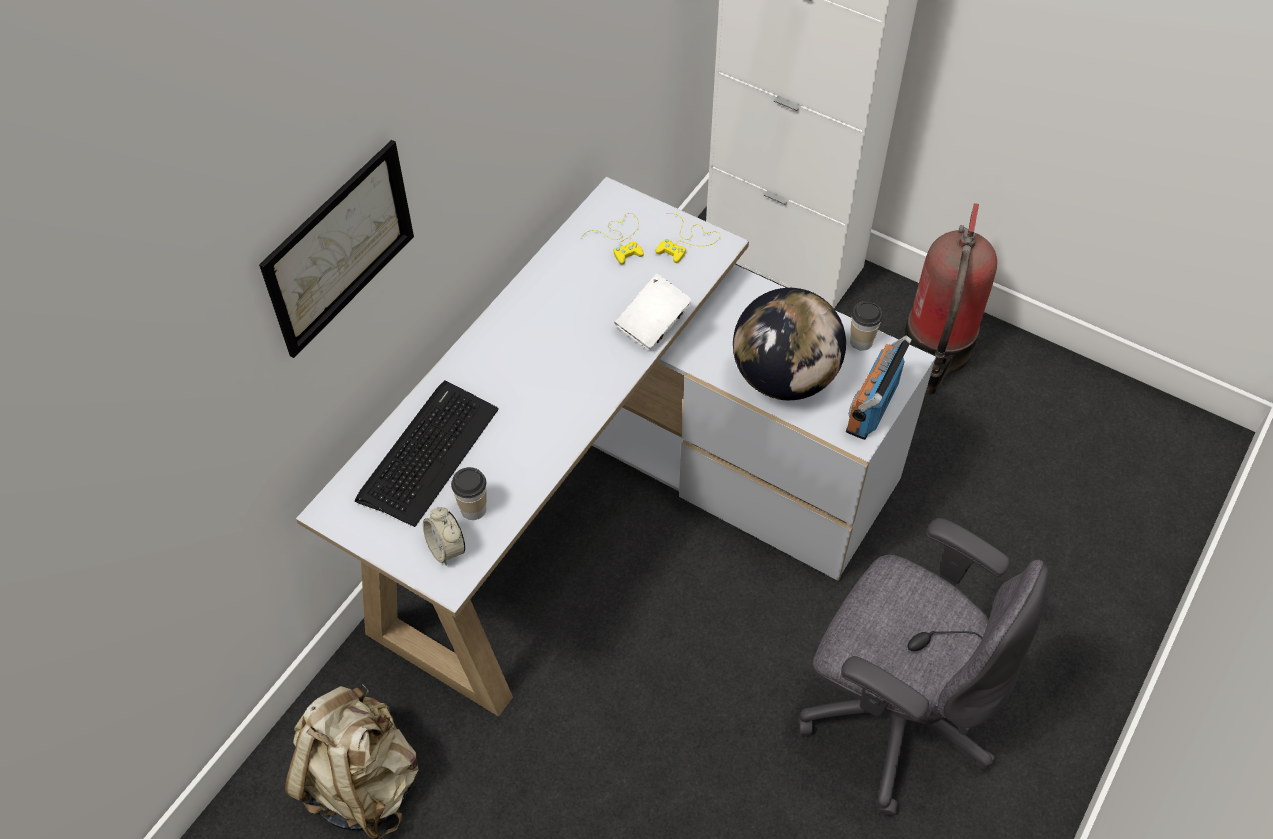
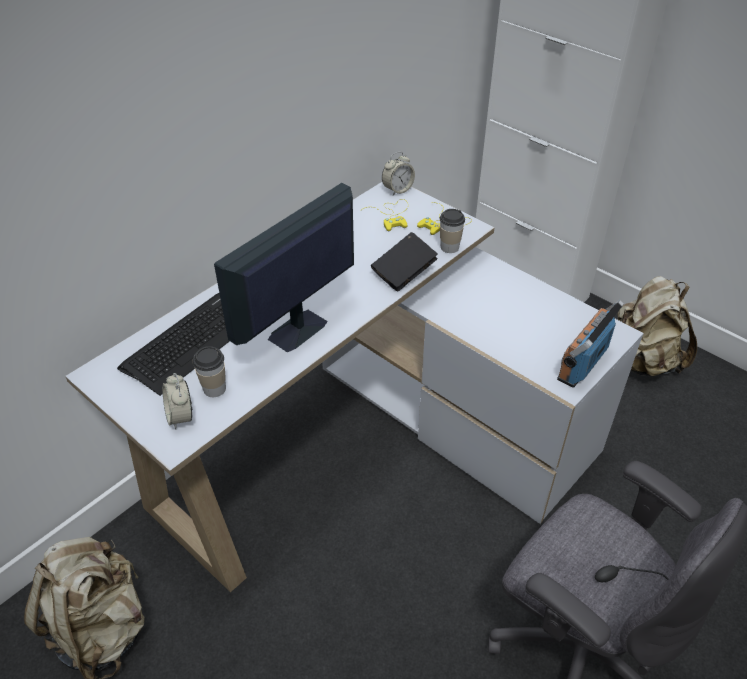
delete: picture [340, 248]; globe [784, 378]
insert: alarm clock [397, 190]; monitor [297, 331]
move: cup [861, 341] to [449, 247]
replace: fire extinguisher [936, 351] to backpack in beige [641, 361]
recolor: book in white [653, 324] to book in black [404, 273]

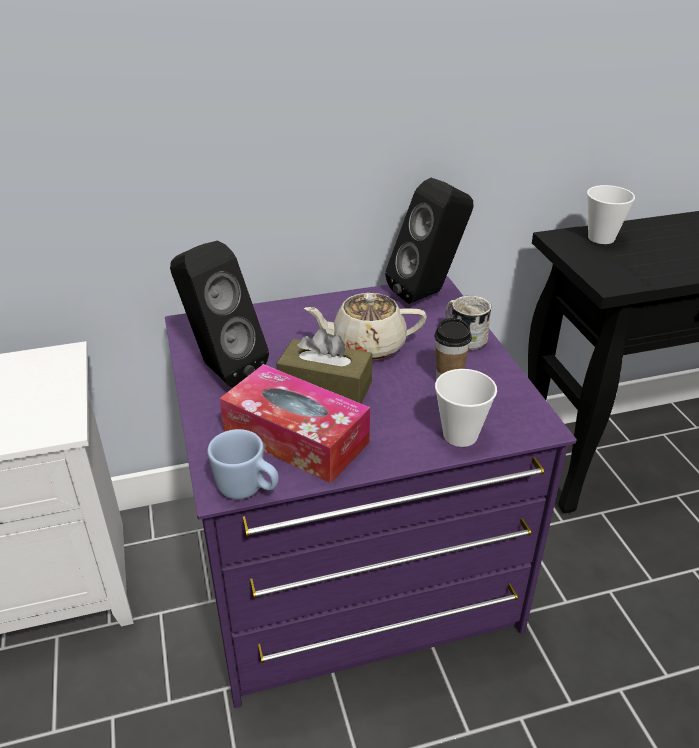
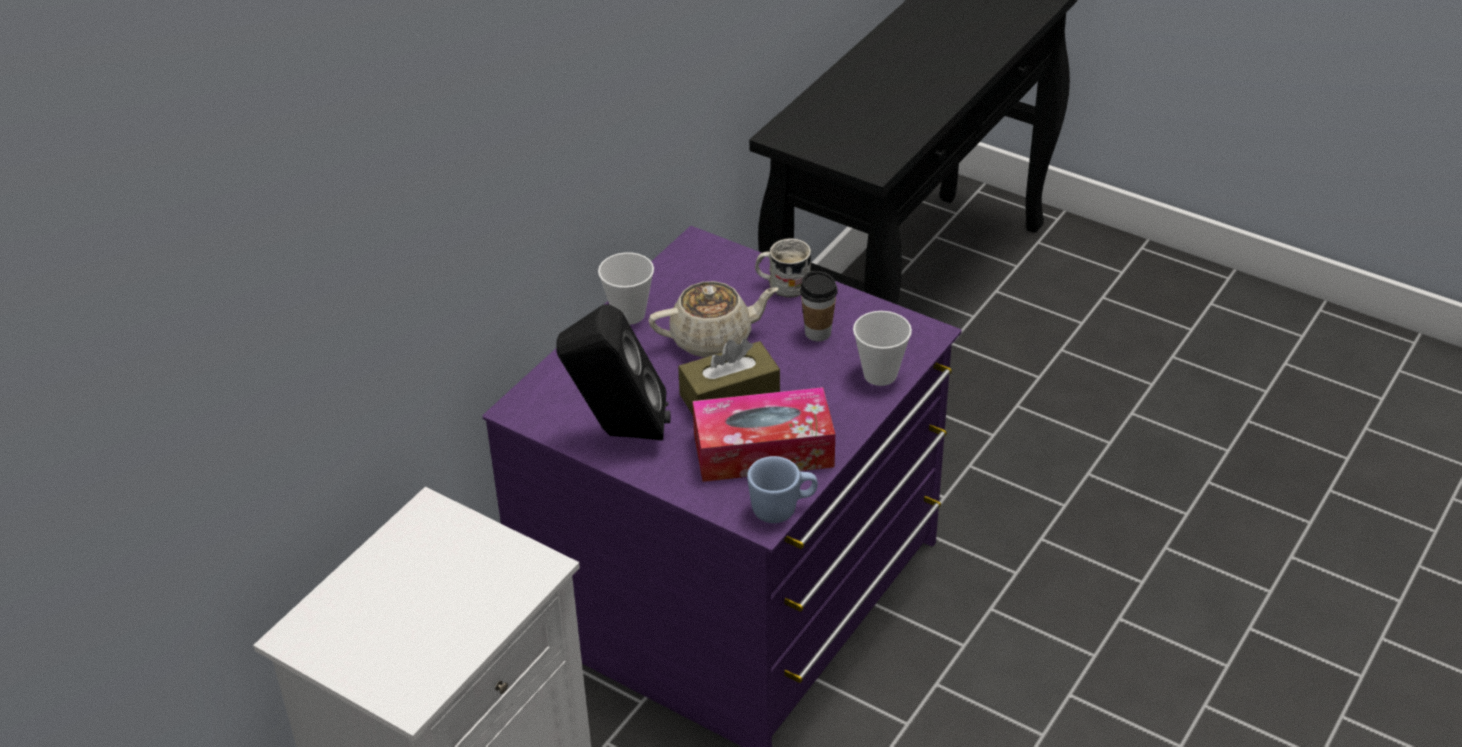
delete: speaker in black [428, 293]
move: cup [601, 238] to [629, 314]
rotate: teapot in beige [366, 346] = [713, 339] 150 degrees counterclockwise

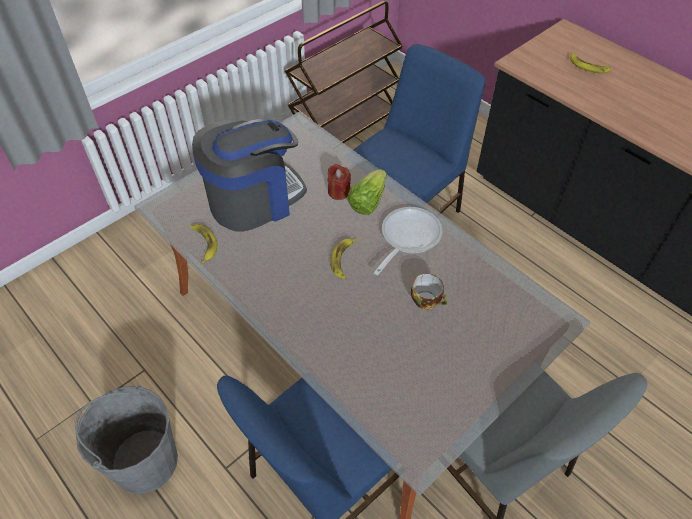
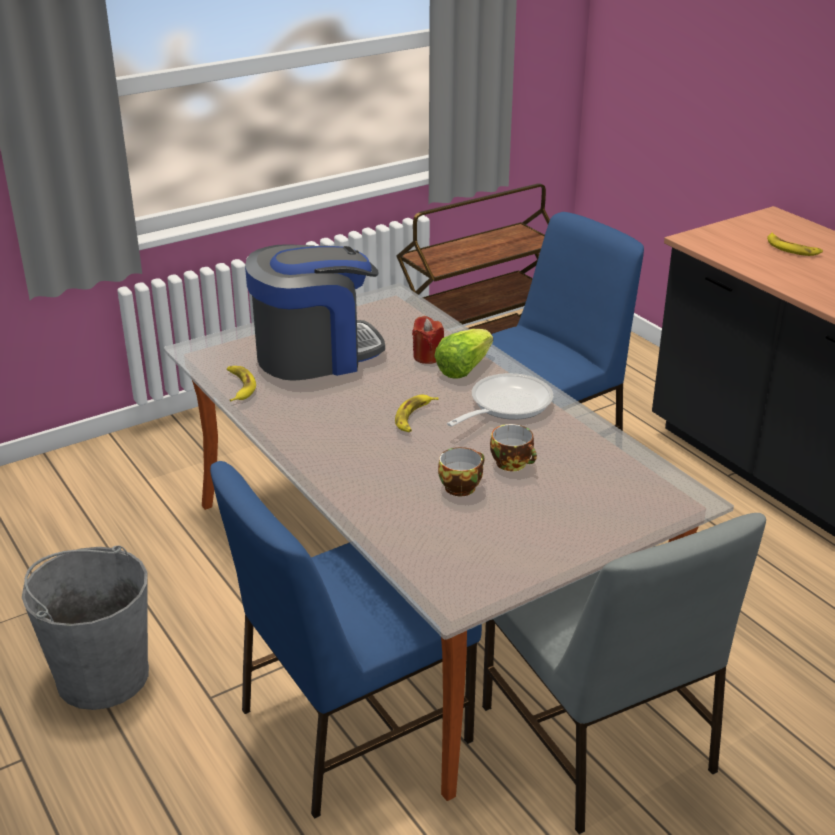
insert: cup [461, 486]

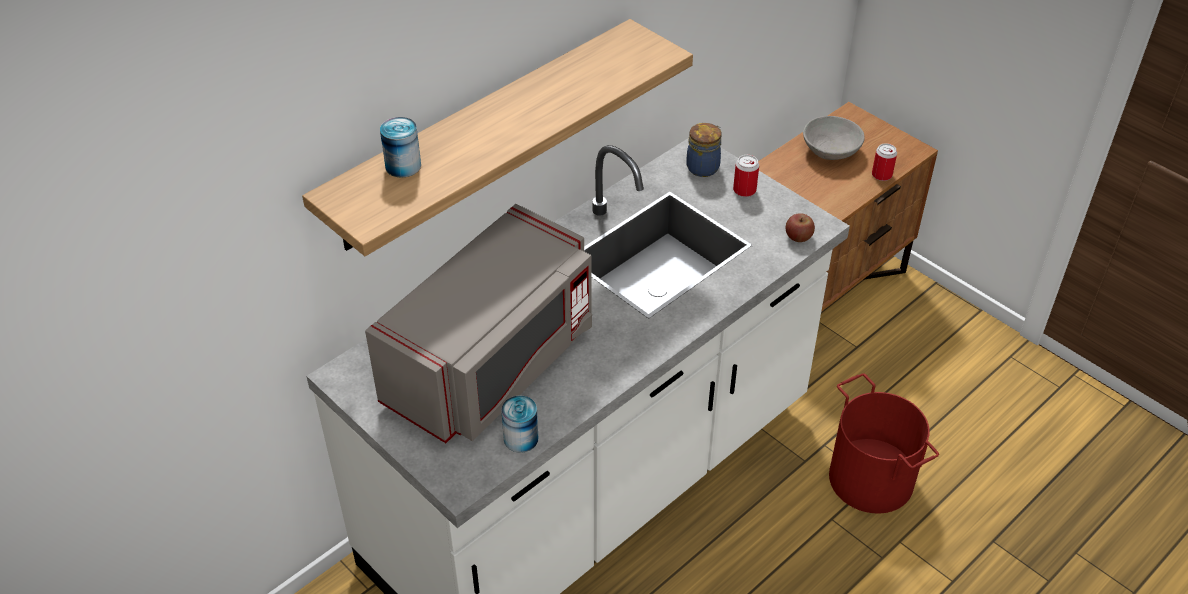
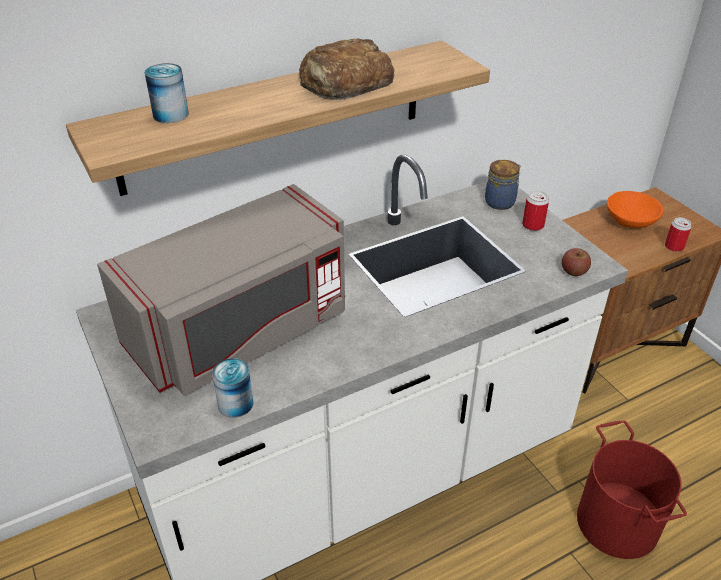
insert: bread [344, 82]
recolor: bowl in grey [830, 151] to bowl in orange [630, 221]

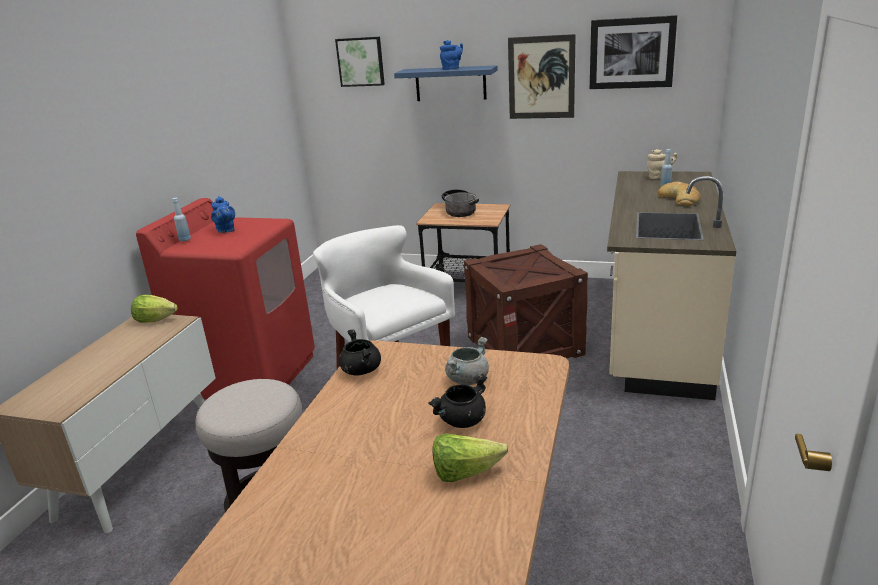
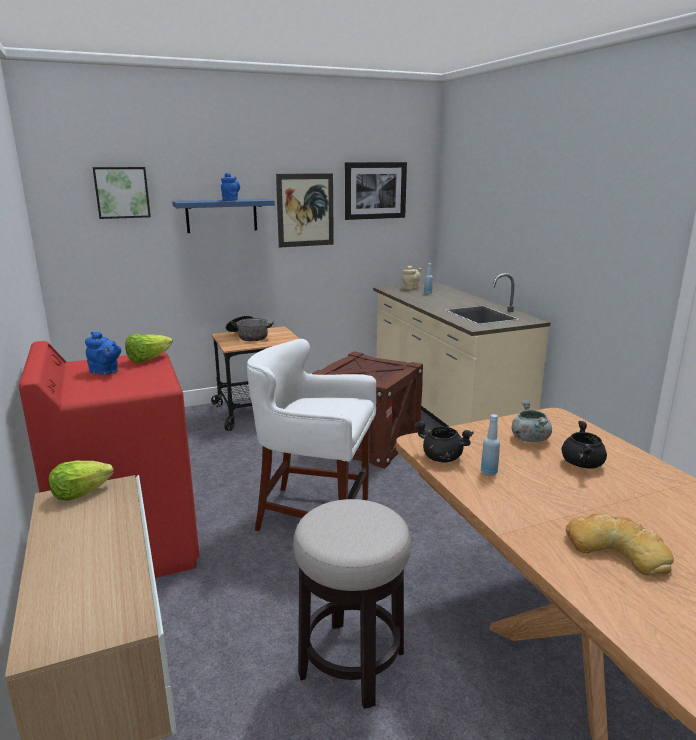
move: bread [680, 199] to [617, 549]; bottle in blue [185, 240] to [489, 472]; lettuce [465, 472] to [148, 359]

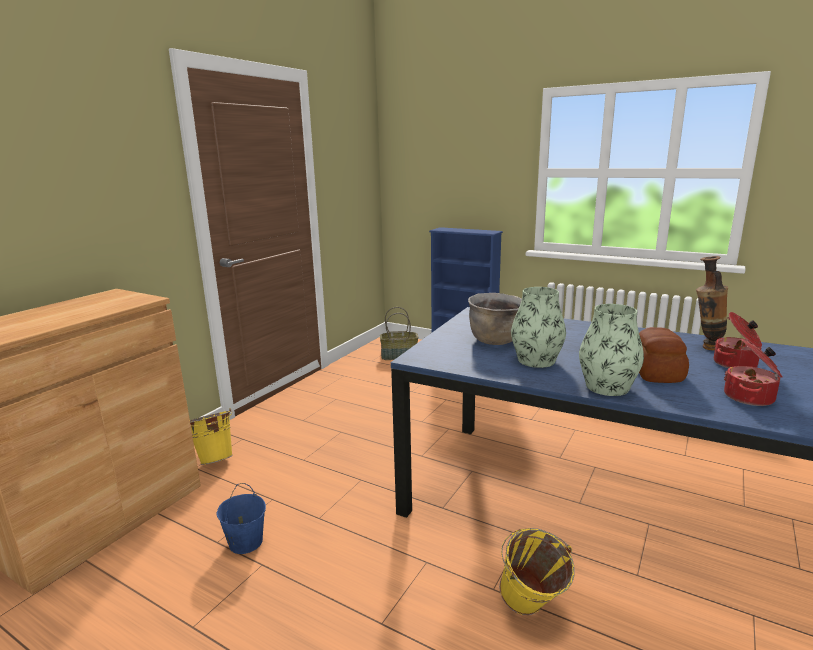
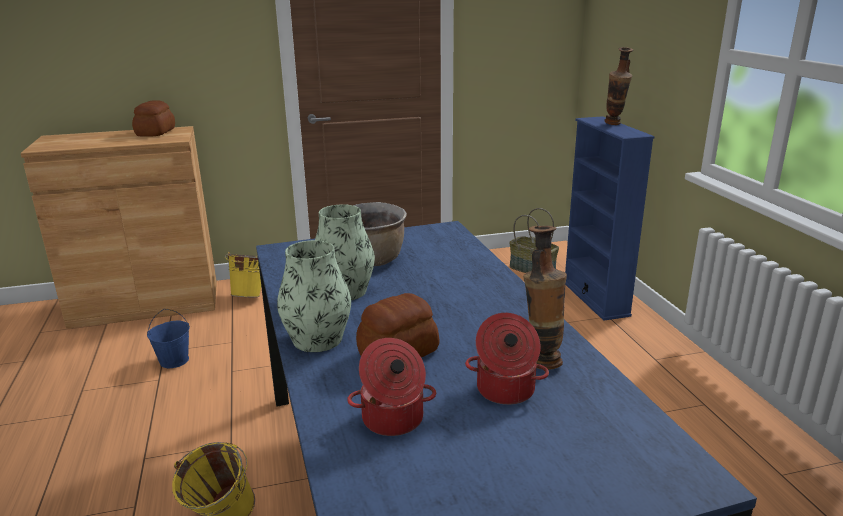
insert: vase [614, 124]; bread [155, 132]

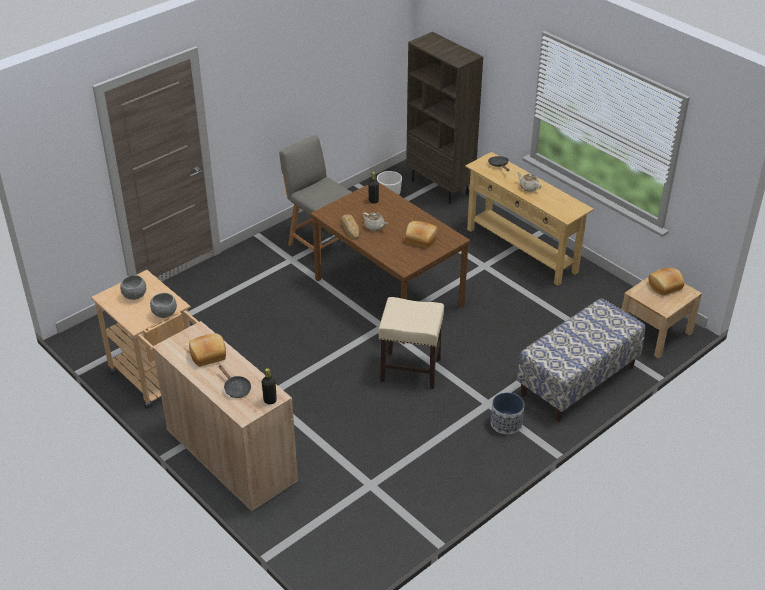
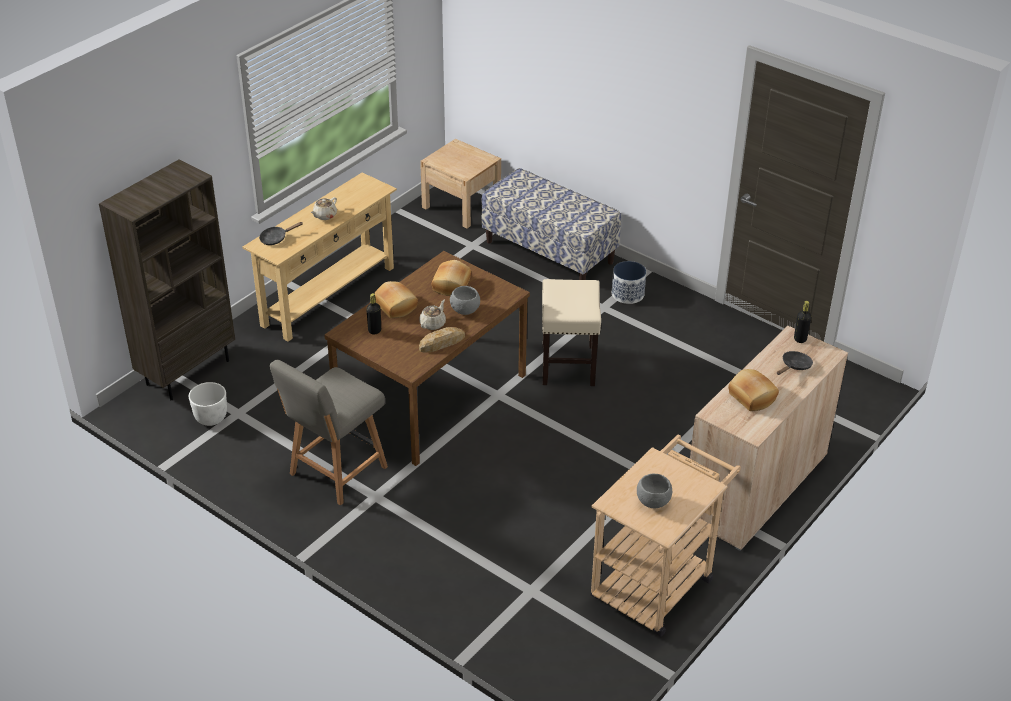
move: bread [665, 286] to [396, 306]; bowl in grey [164, 314] to [465, 310]

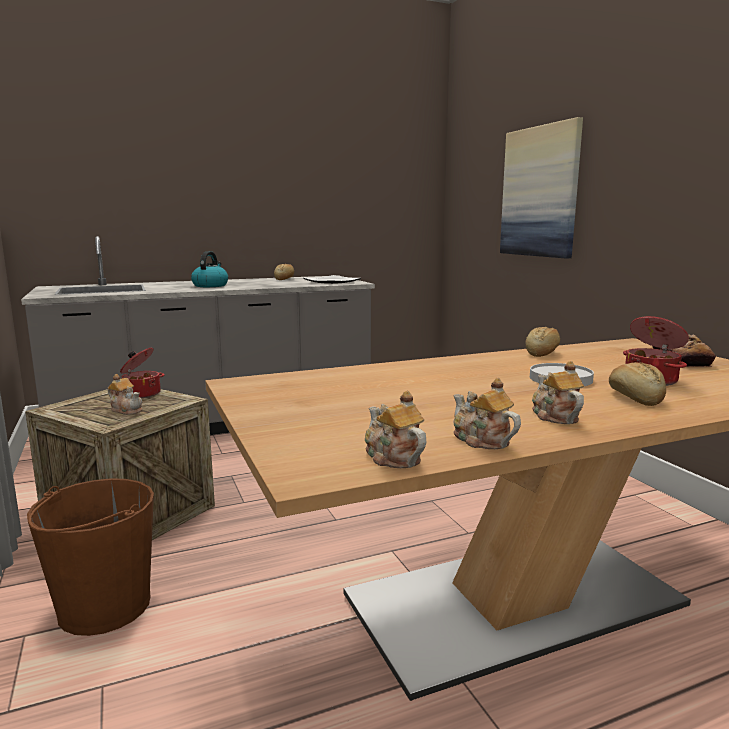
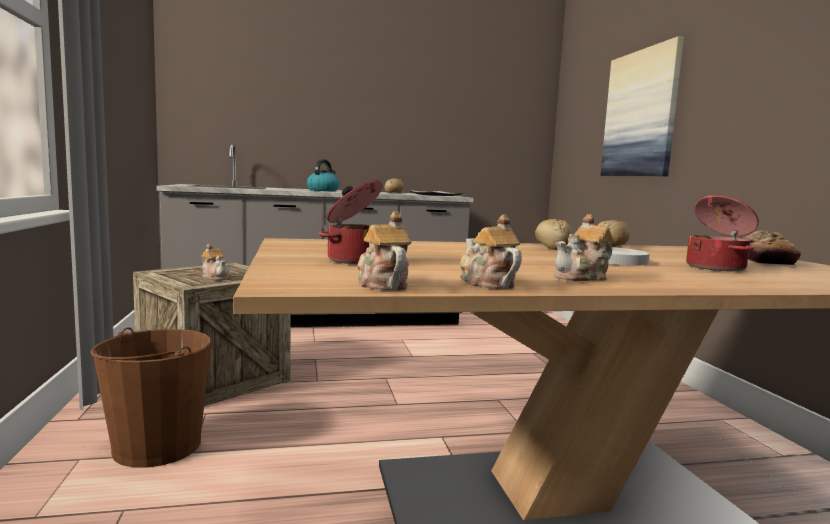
move: cooking pot [141, 394] to [356, 260]; bread [635, 398] to [552, 247]
rotate: teapot [554, 416] = [583, 277] 120 degrees counterclockwise

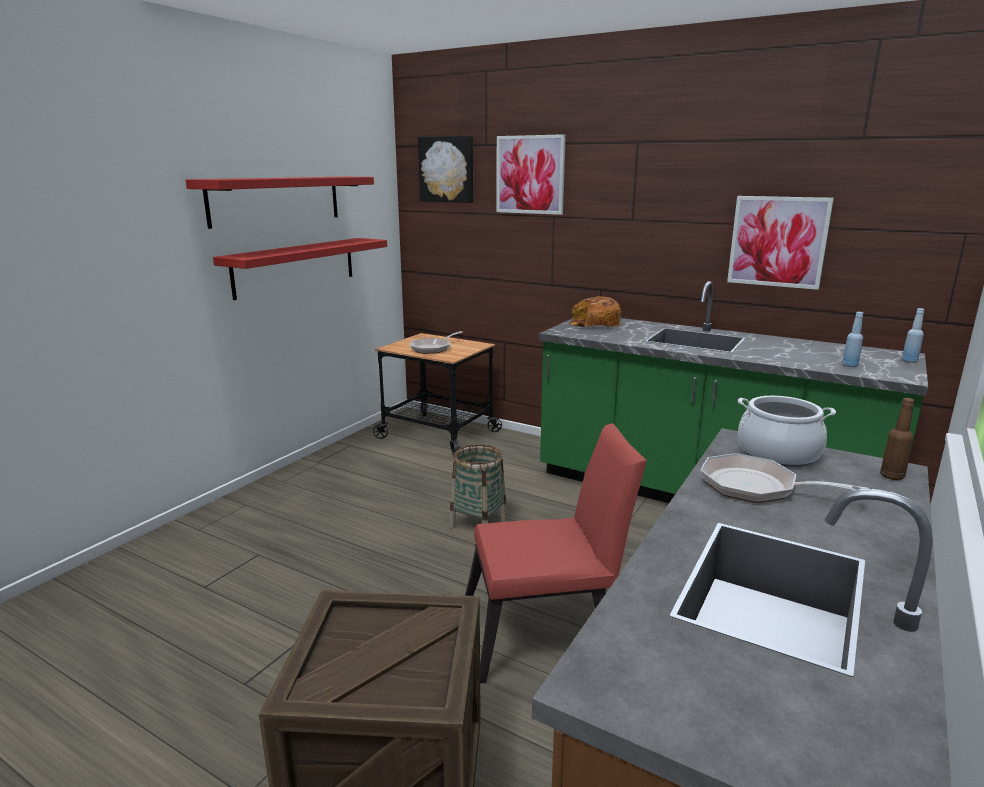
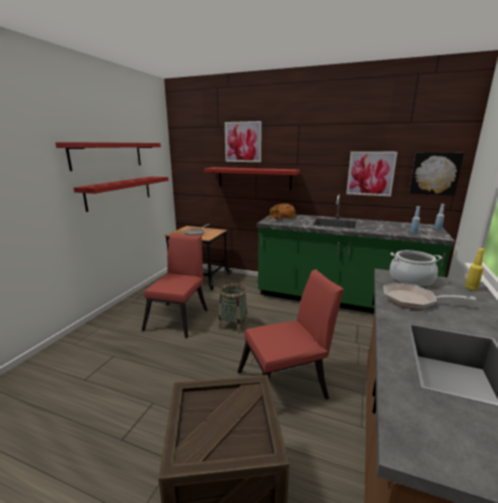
insert: shelf in red [254, 178]; chair in red [179, 317]
move: picture [447, 169] to [434, 173]
recolor: bottle in brown [892, 476] to bottle in yellow [471, 288]

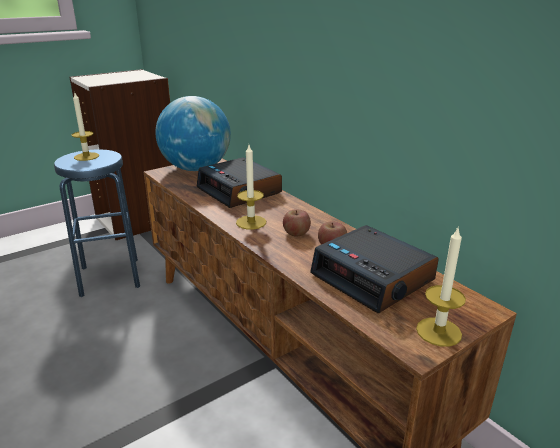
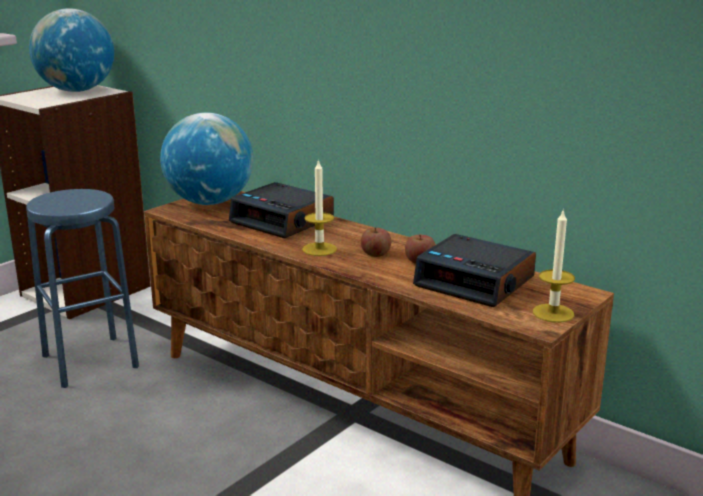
delete: candle [86, 156]
insert: globe [76, 91]

